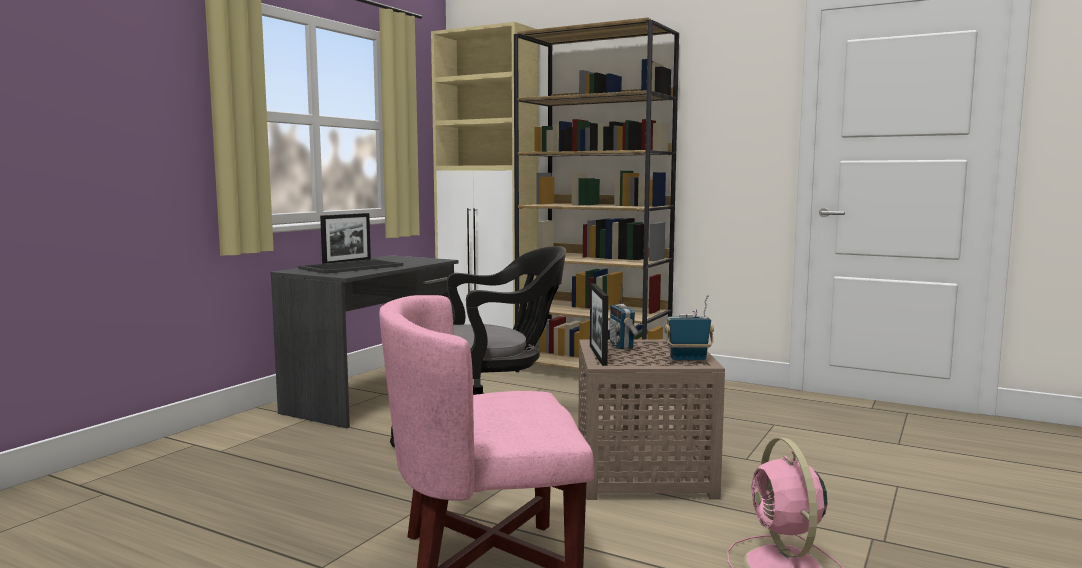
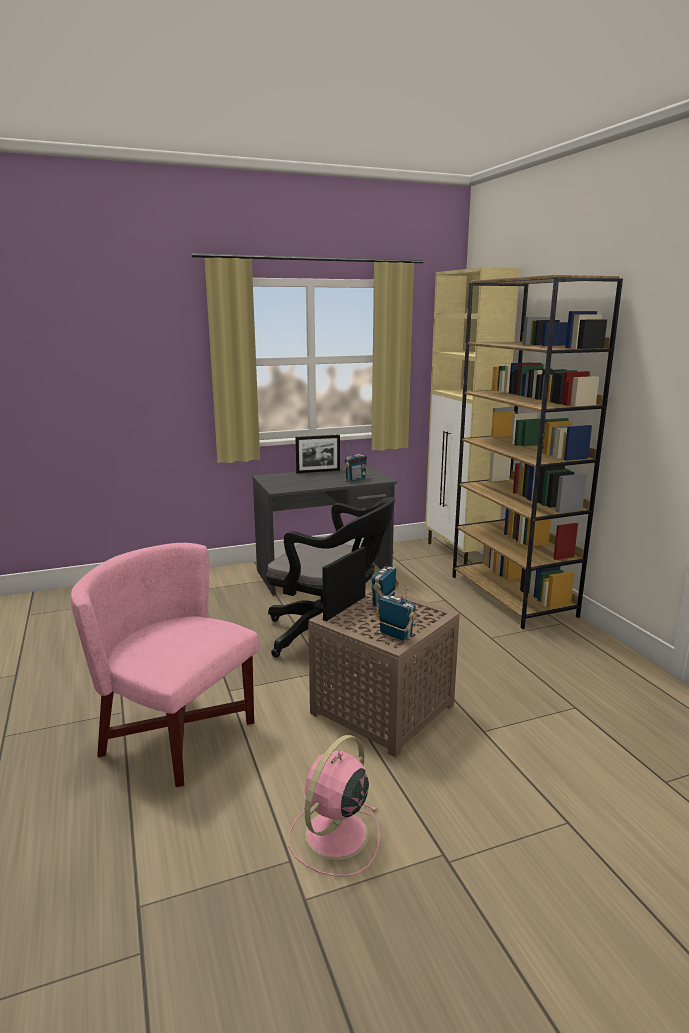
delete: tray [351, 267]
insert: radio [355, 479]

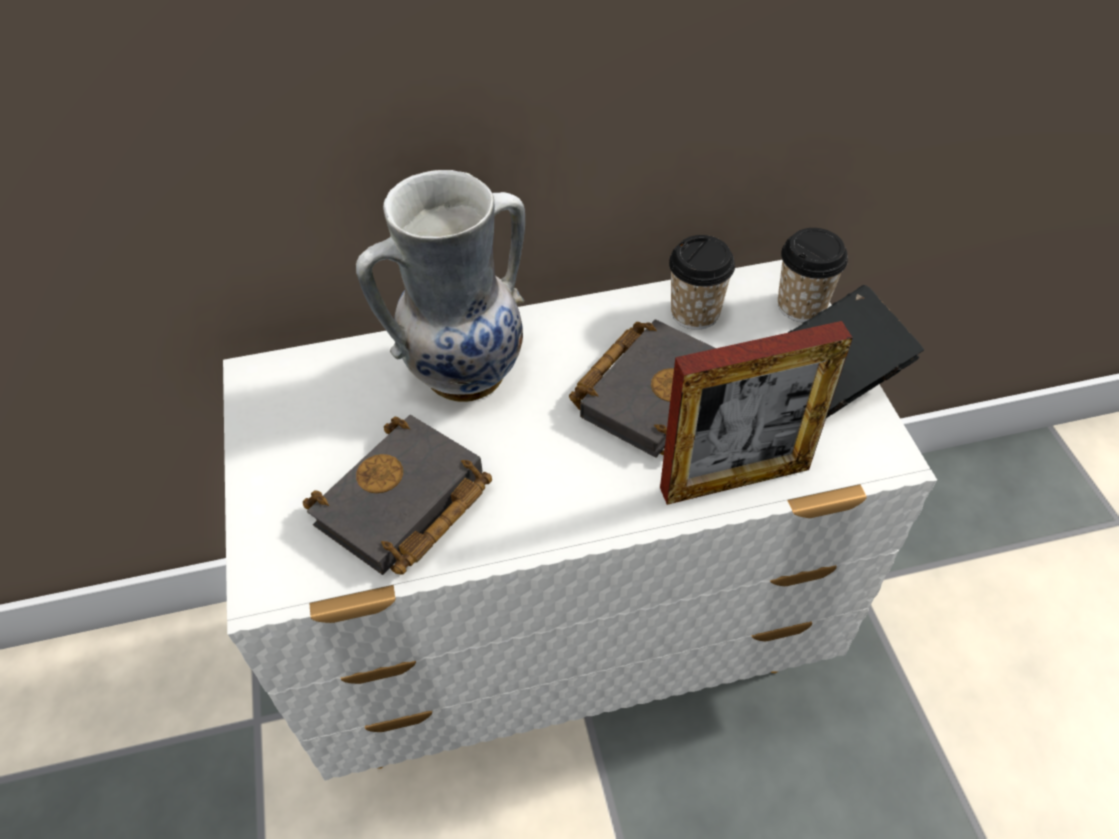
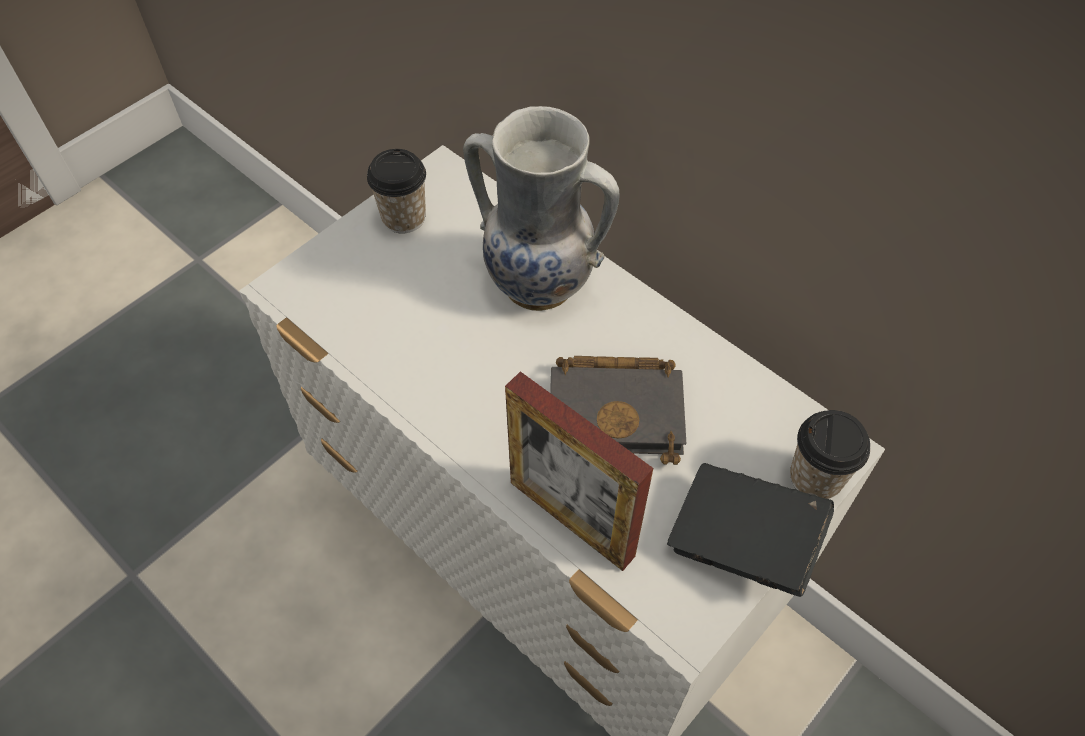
delete: book in black [402, 507]
move: cup [695, 313] to [404, 218]

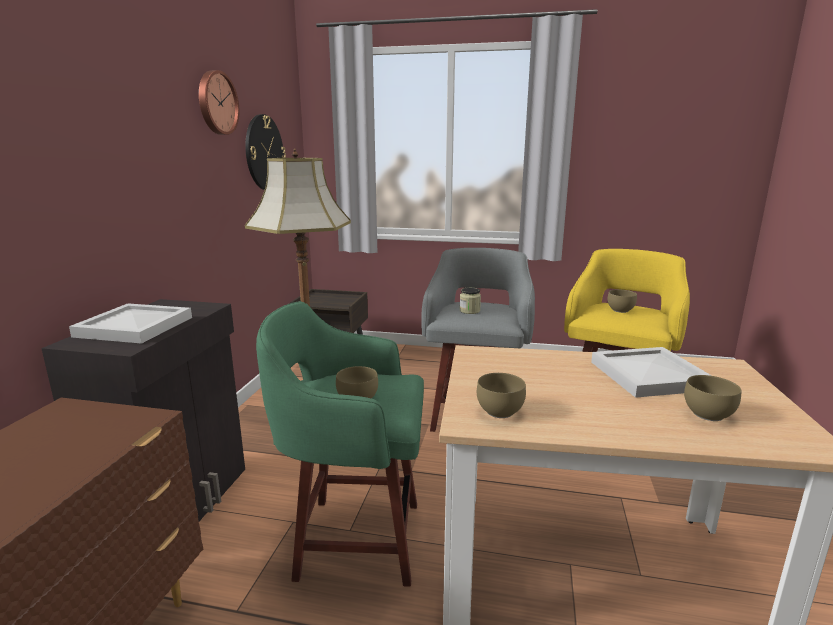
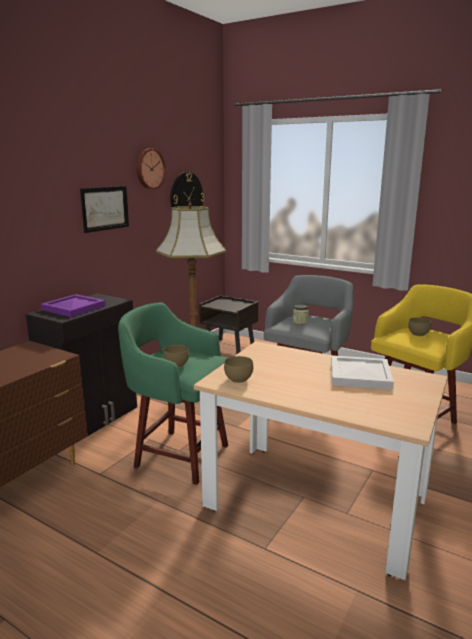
delete: bowl in brown [706, 414]
insert: picture [105, 208]
recolor: tray in white [135, 327] to tray in purple [73, 308]

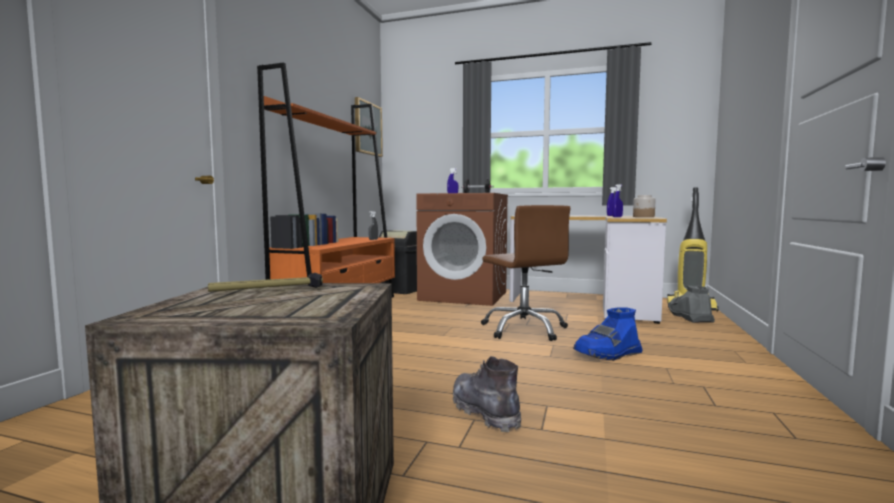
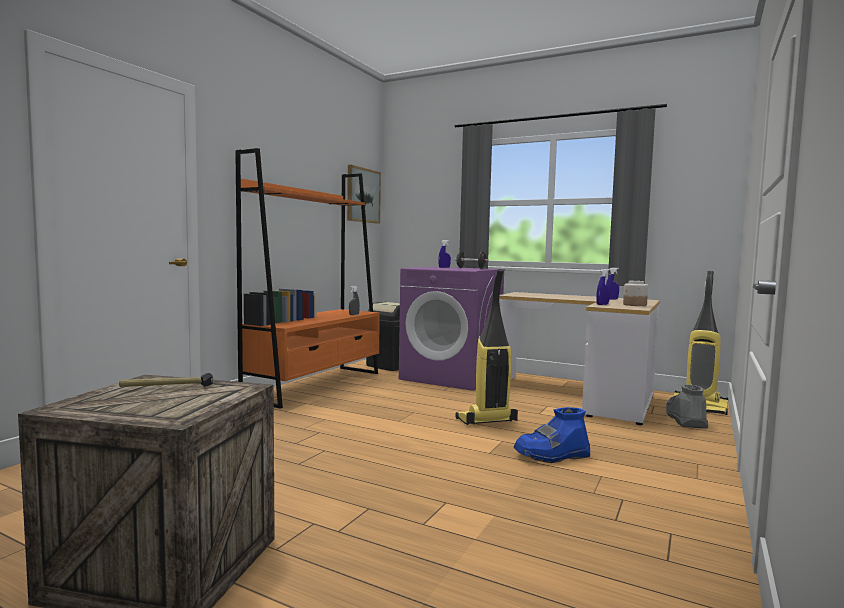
delete: boot in grey [484, 412]
replace: office chair in brown [524, 329] to vacuum cleaner [486, 421]
recolor: washing machine in brown [464, 296] to washing machine in purple [451, 377]

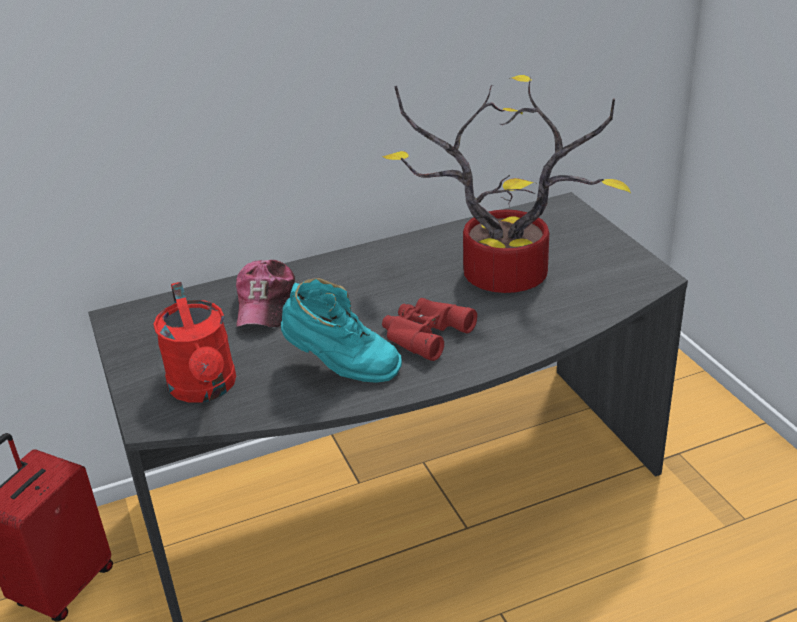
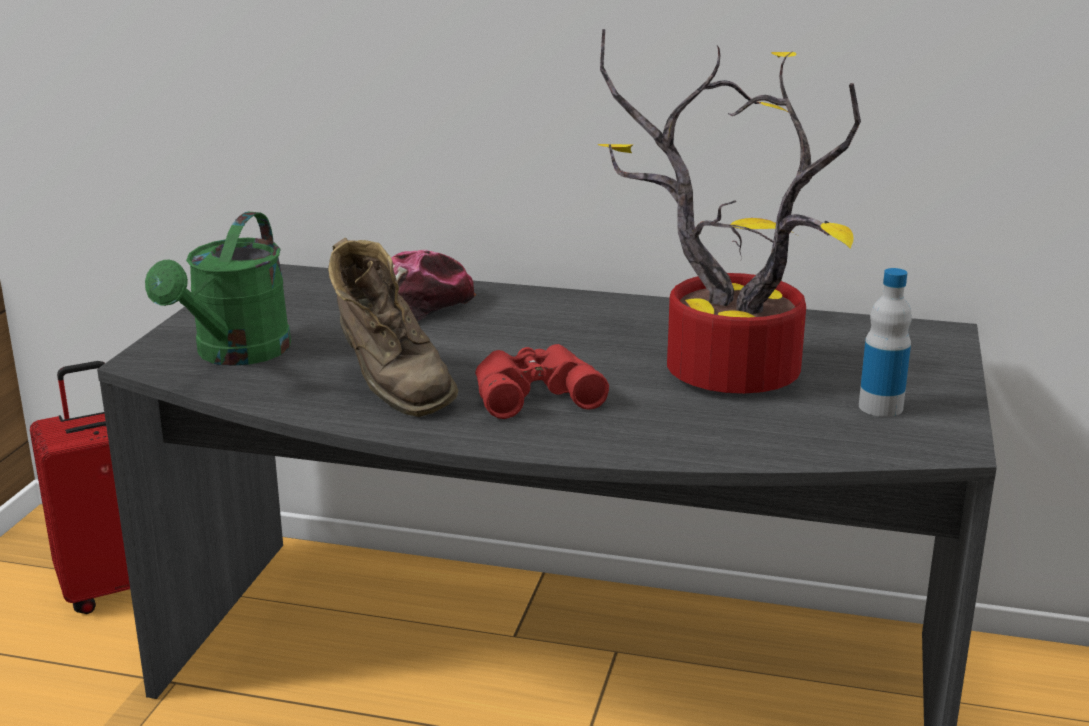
insert: bottle [880, 407]
recolor: boot in turquoise [341, 368] to boot in brown [390, 388]; watering can in red [205, 389] to watering can in green [235, 354]

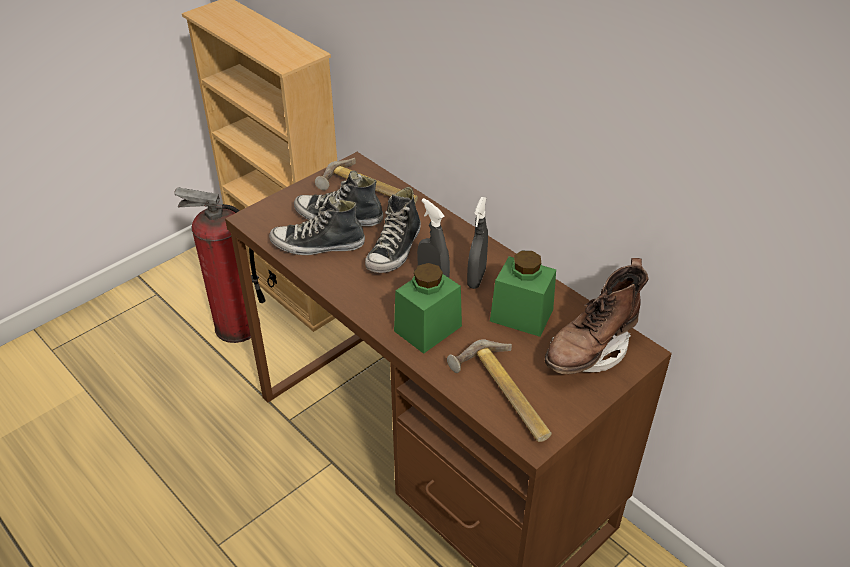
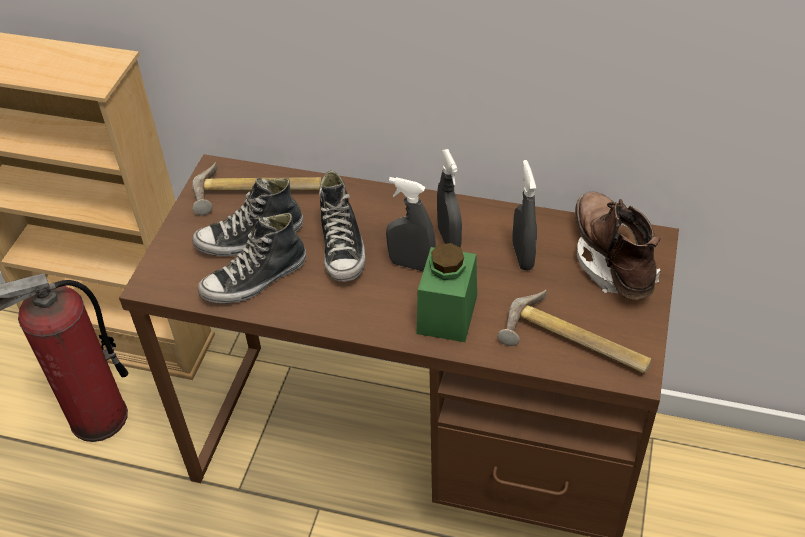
replace: jar in green [521, 315] to spray bottle in grey [522, 256]
rotate: boot in brown [590, 350] = [611, 261] 150 degrees clockwise

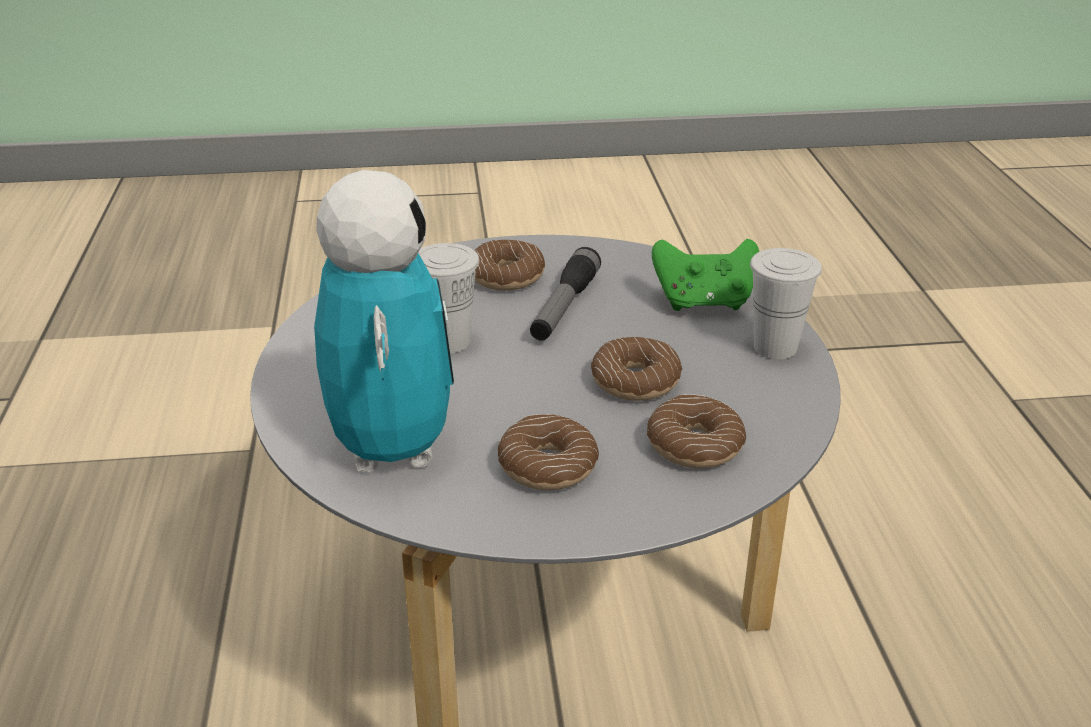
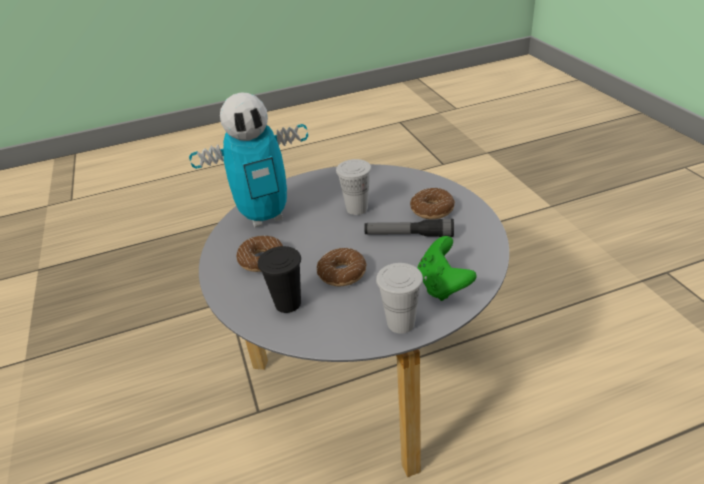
replace: donut [694, 445] to cup in black [288, 303]

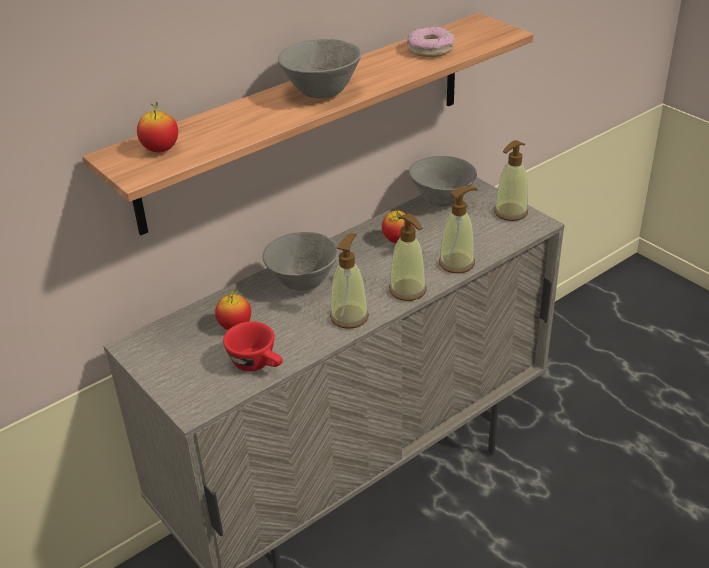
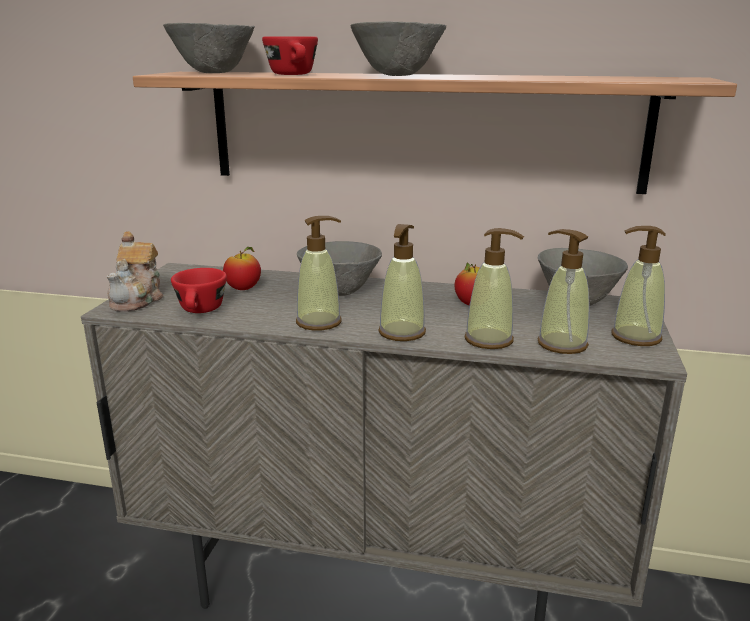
delete: donut [430, 49]
insert: cup in red [294, 74]; soap dispenser [561, 344]; teapot [138, 299]
replace: apple [161, 150] to bowl in grey [213, 73]

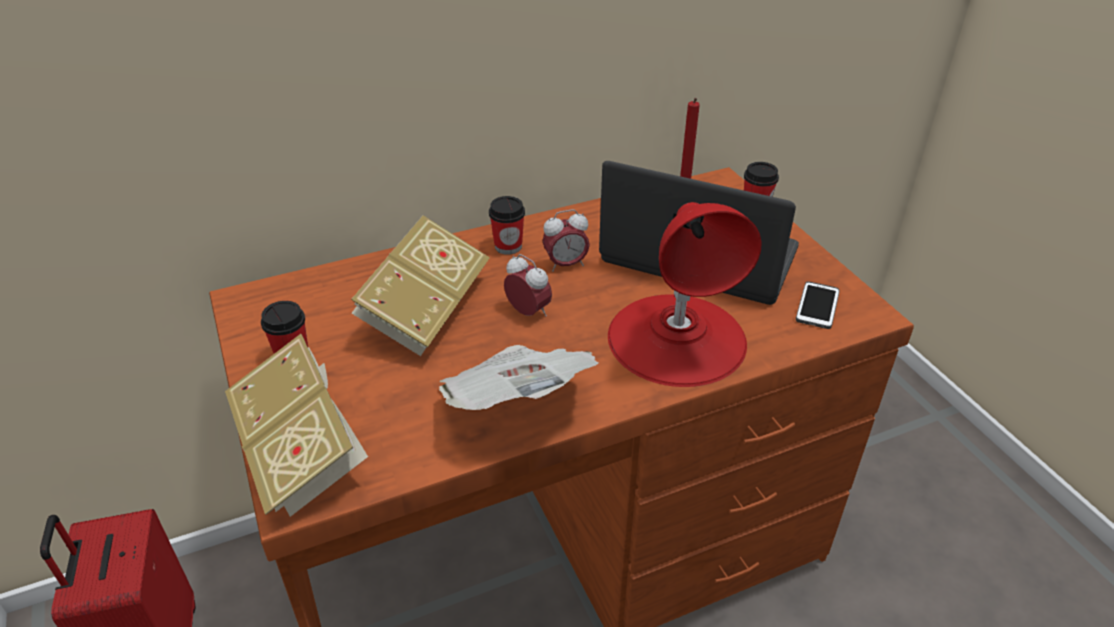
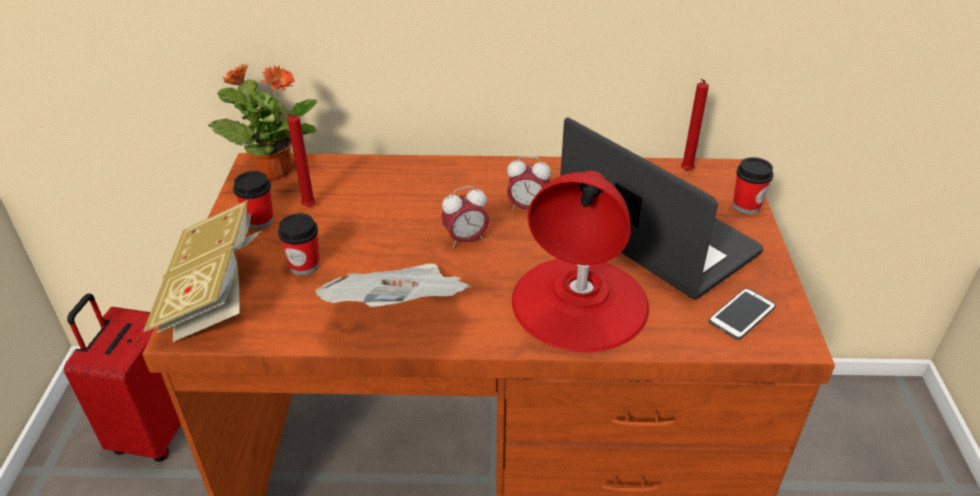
delete: book [424, 311]
insert: potted plant [273, 171]; candle in red [306, 207]
move: cup [508, 246] to [304, 265]
rotate: alarm clock [528, 312] = [465, 240] 90 degrees clockwise

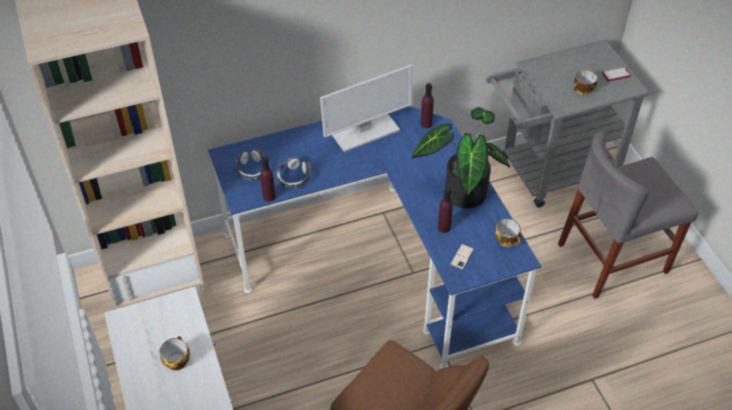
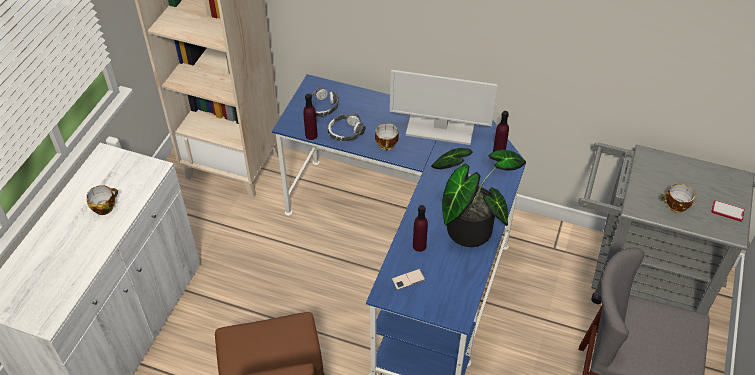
move: cup [507, 241] to [387, 145]

